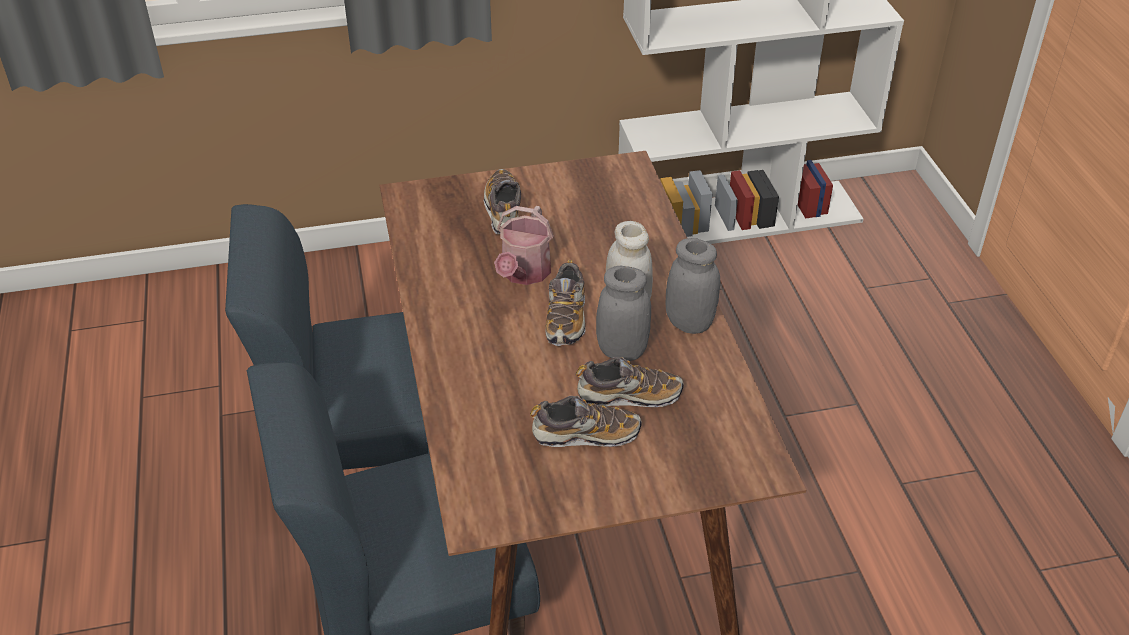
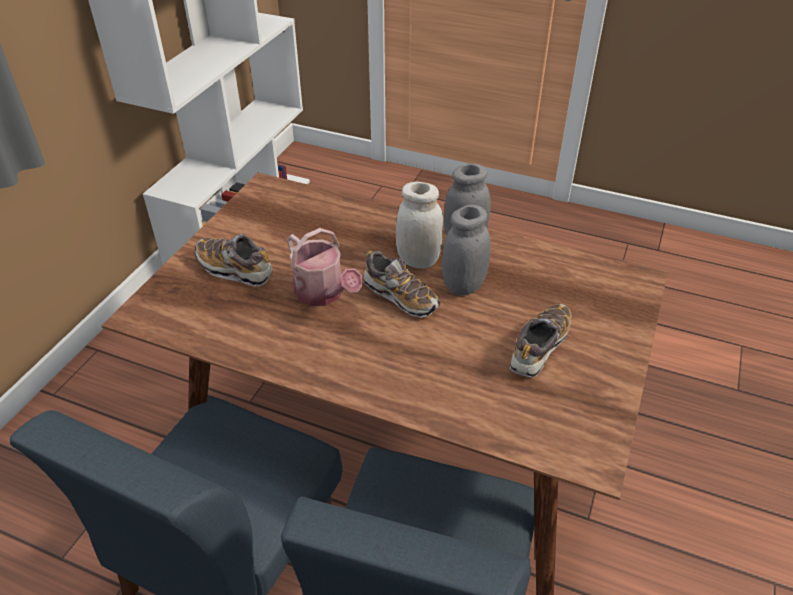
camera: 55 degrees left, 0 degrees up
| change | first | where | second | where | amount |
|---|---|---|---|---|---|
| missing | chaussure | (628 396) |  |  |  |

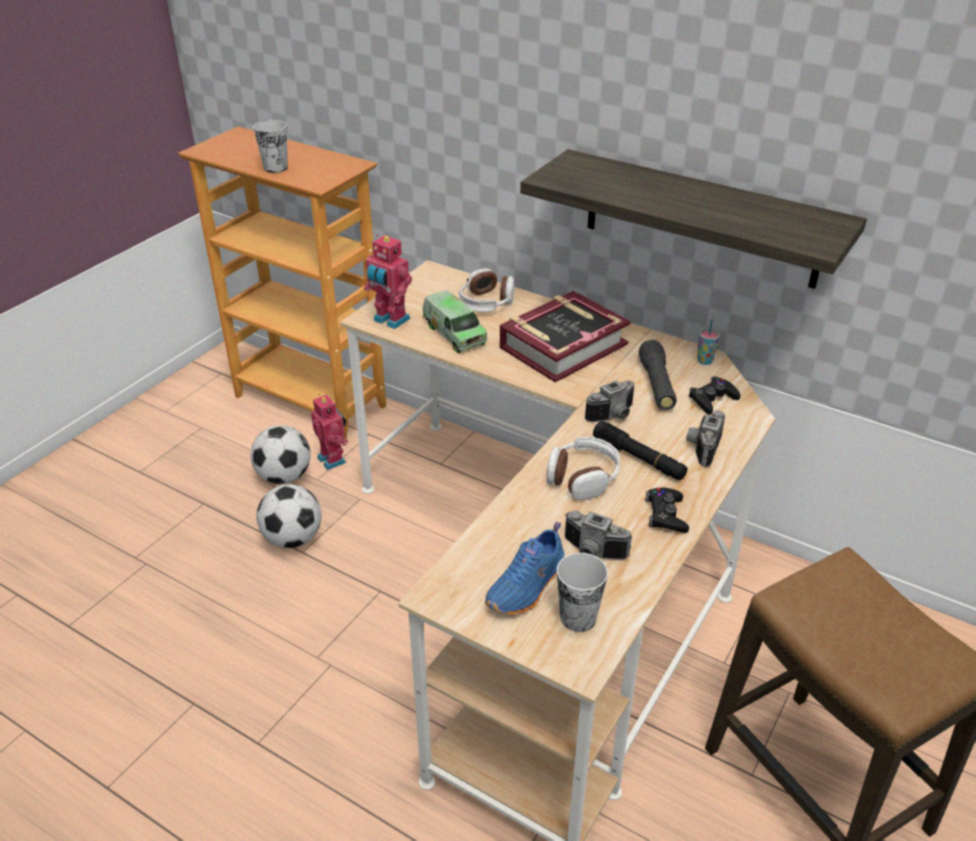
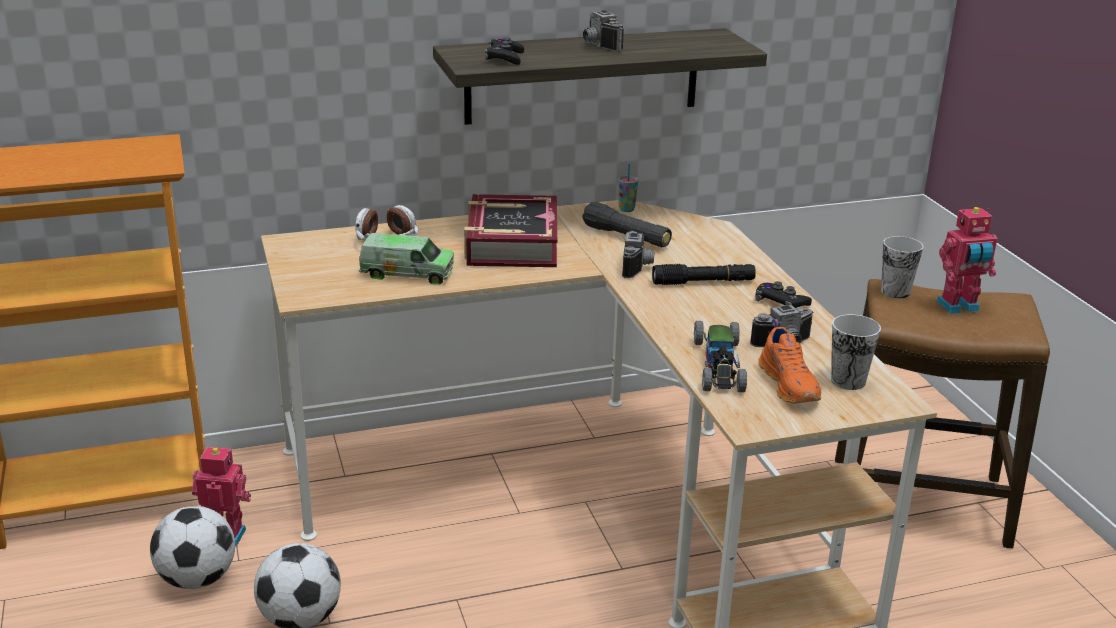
camera: 50 degrees left, 10 degrees down
| change | first | where | second | where | amount |
|---|---|---|---|---|---|
| missing | casque audio | (582 477) |  |  |  |
| appeared |  |  | petite voiture | (719 366) |  |
| relocated | tasse | (275 168) |  | (895 292) |  |
| relocated | robot jouet | (390 320) |  | (959 307) |  |
| relocated | appareil photo | (701 447) |  | (598 46) |  |
| relocated | manette (noir) | (712 399) |  | (504 58) |  |
| colour | chaussure (bleu) | (528 587) | chaussure (orange) | (790 385) |  |

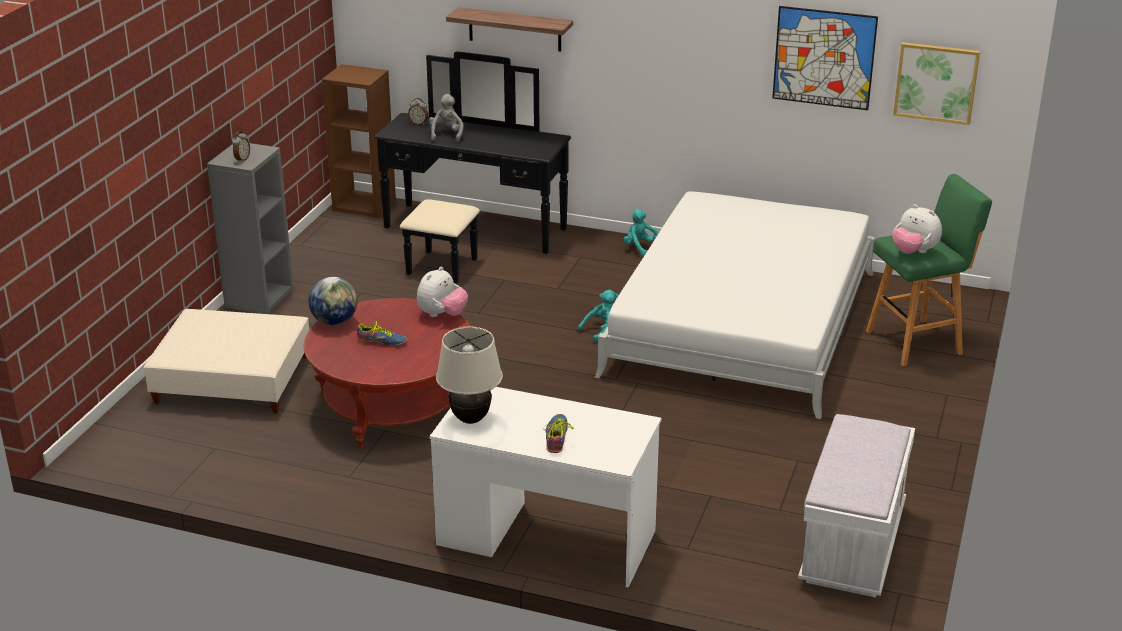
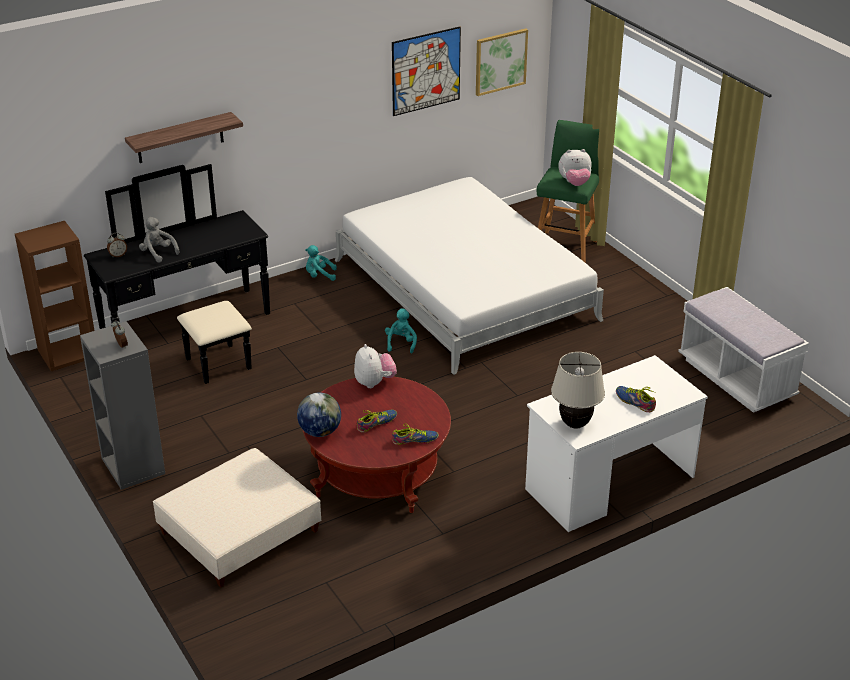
camera: 50 degrees left, 5 degrees up
| change | first | where | second | where | amount |
|---|---|---|---|---|---|
| appeared |  |  | chaussure | (414 440) |  |

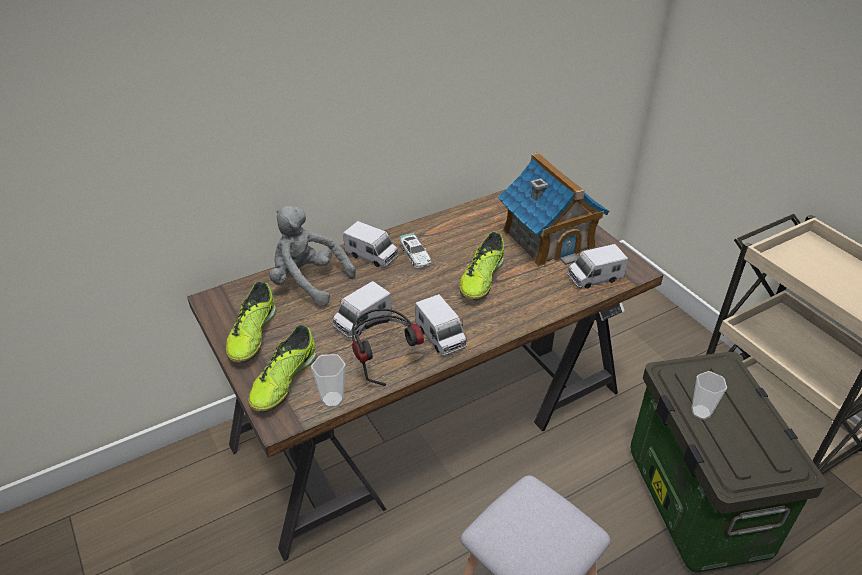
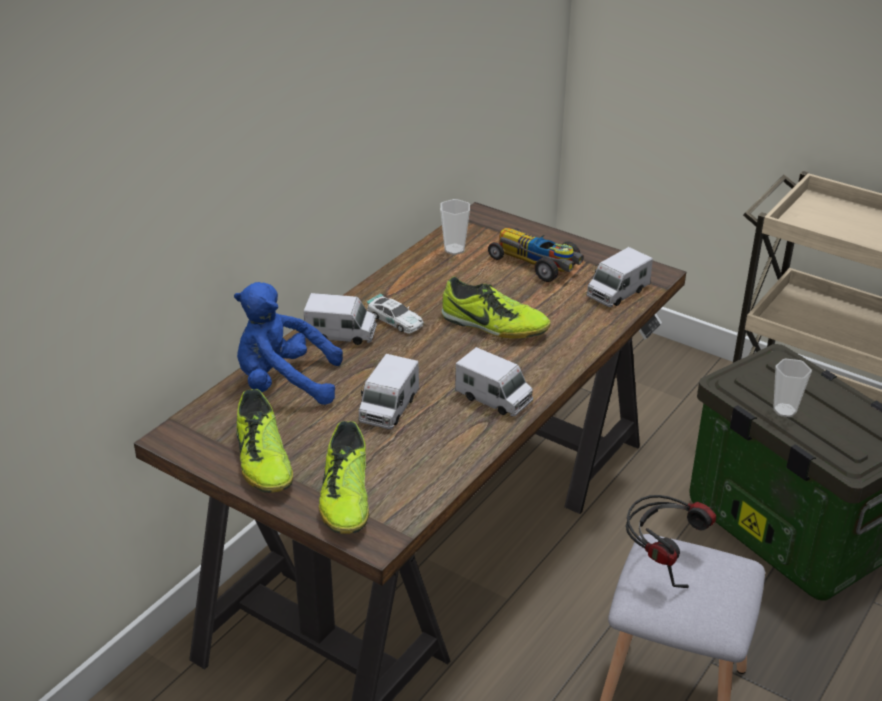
camera: 25 degrees left, 5 degrees down
| change | first | where | second | where | amount |
|---|---|---|---|---|---|
| relocated | tasse | (332 400) |  | (454 249) |  |
| relocated | casque audio | (384 361) |  | (662 561) |  |
| exchanged | maison miniature | (548 238) | petite voiture | (537 264) |  |
| colour | peluche (gris) | (308 282) | peluche (bleu) | (284 384) |  |
| spun | chaussure | (481 279) |  | (494 326) | 60 degrees counterclockwise |

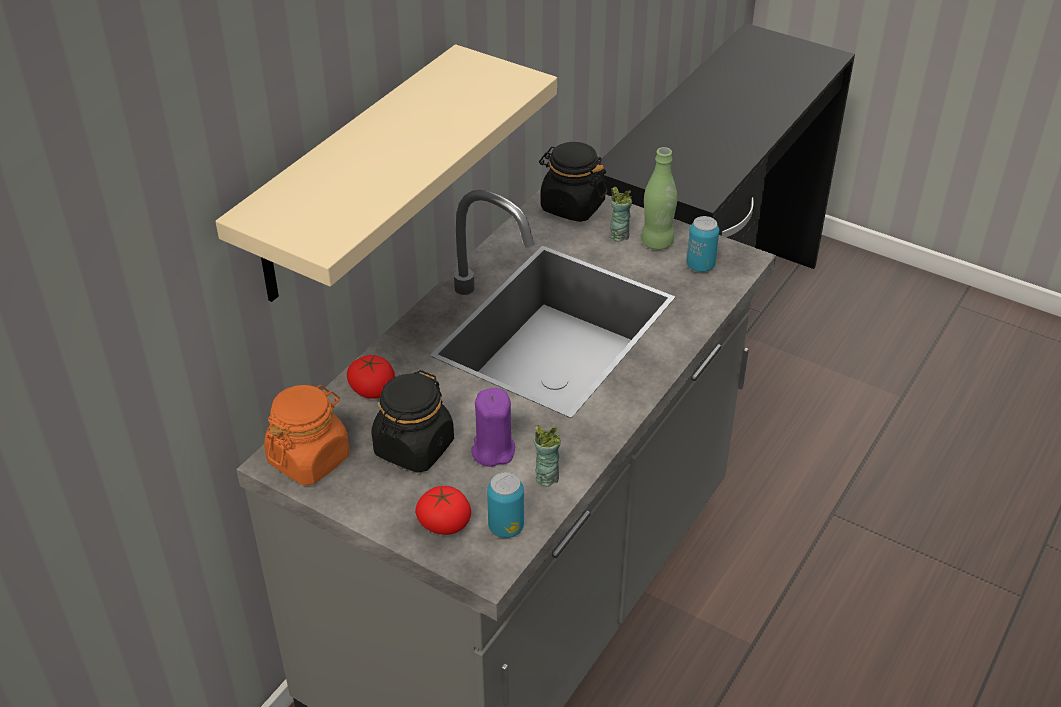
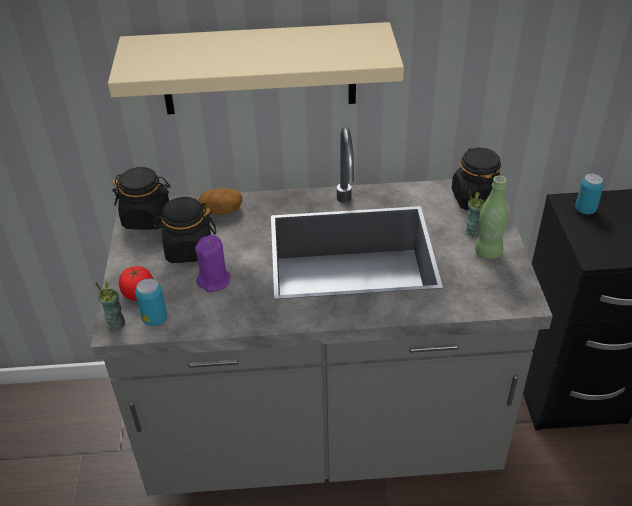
camera: 55 degrees right, 0 degrees up
| change | first | where | second | where | amount |
|---|---|---|---|---|---|
| relocated | tasse | (546 477) |  | (116 323) |  |
| relocated | boîte métallique | (700 266) |  | (585 209) |  |
| exchanged | tomate | (372 389) | pomme de terre | (221 210) |  |
| colour | bocal (orange) | (309 459) | bocal (noir) | (147 218) |  |

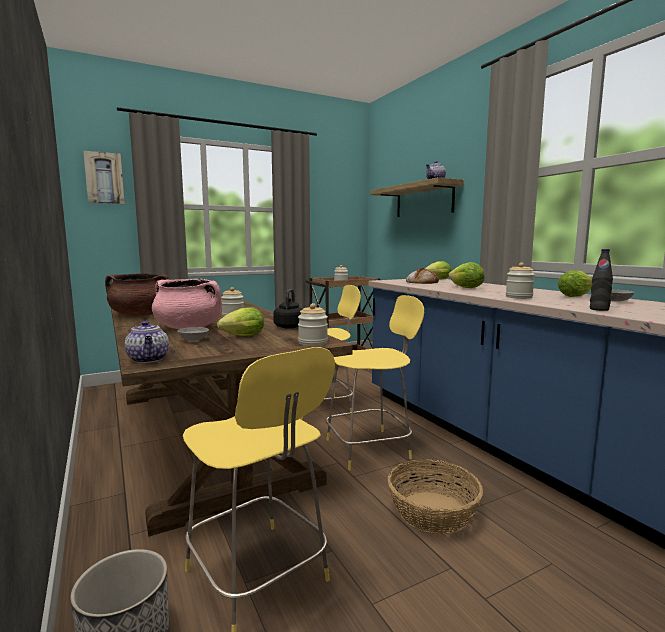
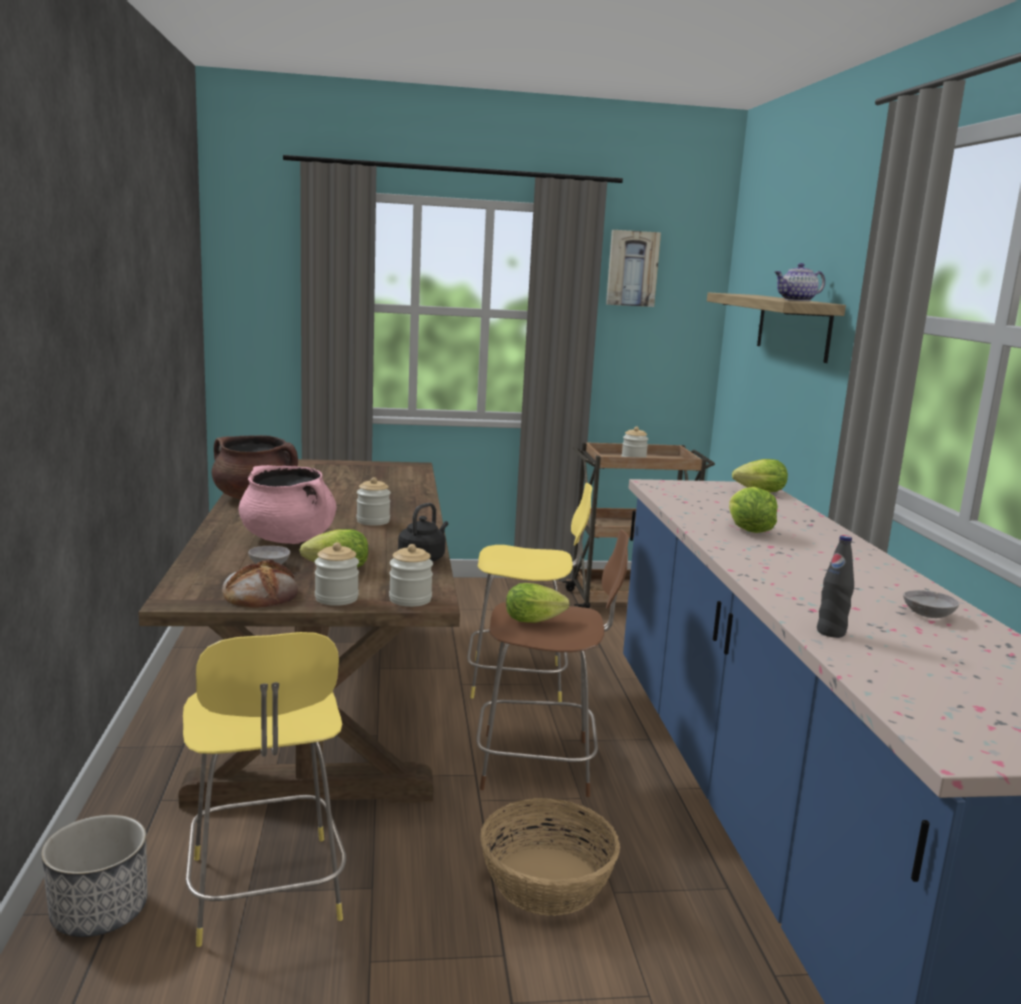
camera: 20 degrees right, 5 degrees up
| change | first | where | second | where | amount |
|---|---|---|---|---|---|
| missing | théière | (149 359) |  |  |  |
| relocated | tableau | (104 178) |  | (632 268) |  |
| relocated | pain | (421 282) |  | (261 594) |  |
| relocated | bocal | (519 297) |  | (336 598) |  |
| relocated | laitue | (576 296) |  | (537 621) |  |
| colour | tabouret (jaune) | (370 448) | tabouret (marron) | (541 765) |  |

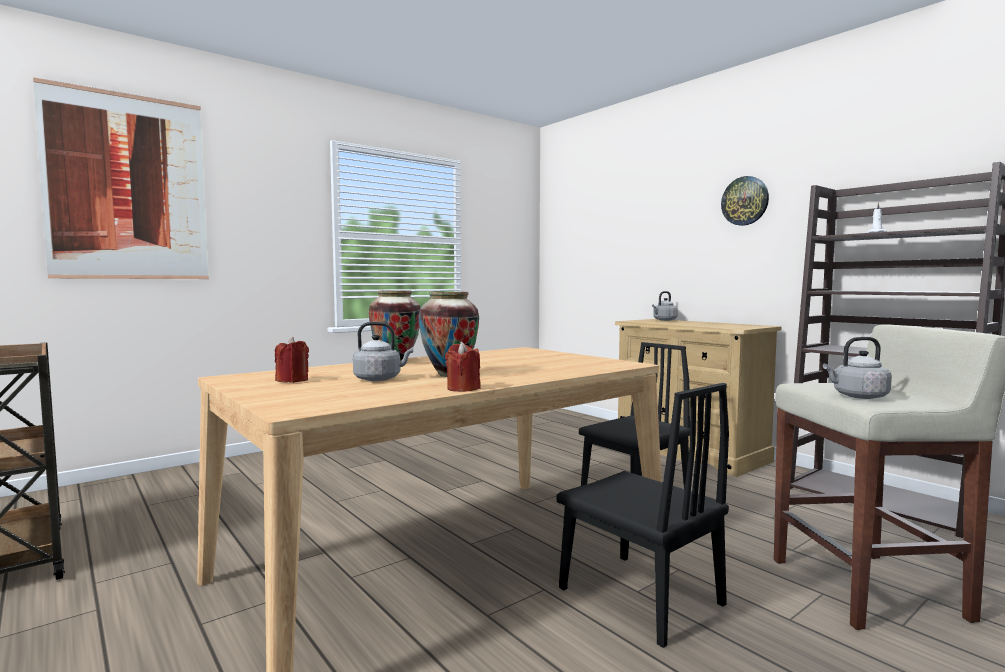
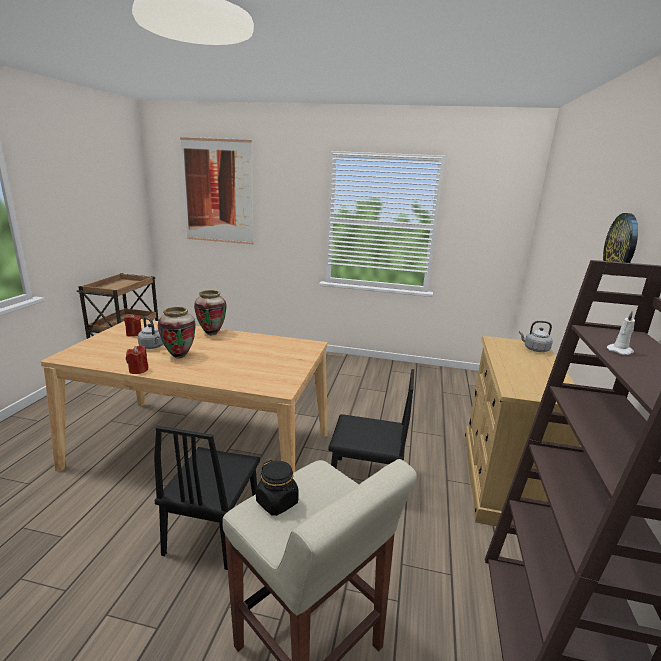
camera: 50 degrees right, 15 degrees up
| change | first | where | second | where | amount |
|---|---|---|---|---|---|
| exchanged | bouilloire (gris) | (857 396) | bocal (noir) | (277 502) |  |

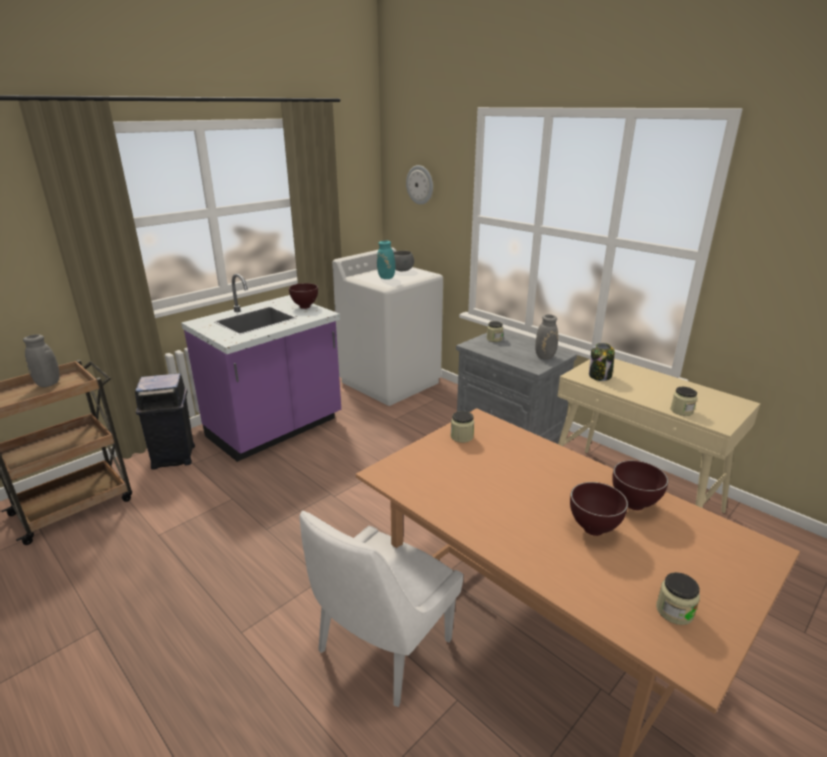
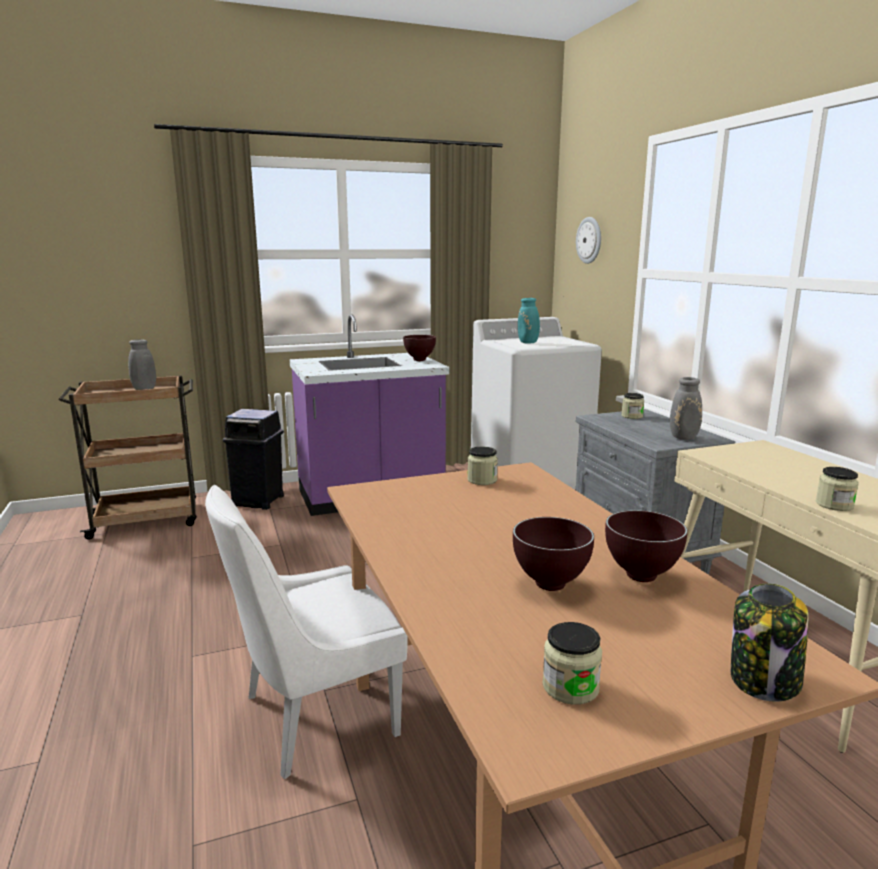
camera: 25 degrees right, 10 degrees down
| change | first | where | second | where | amount |
|---|---|---|---|---|---|
| missing | bol (gris) | (402 270) |  |  |  |
| relocated | bocal | (600 376) |  | (764 681) |  |

